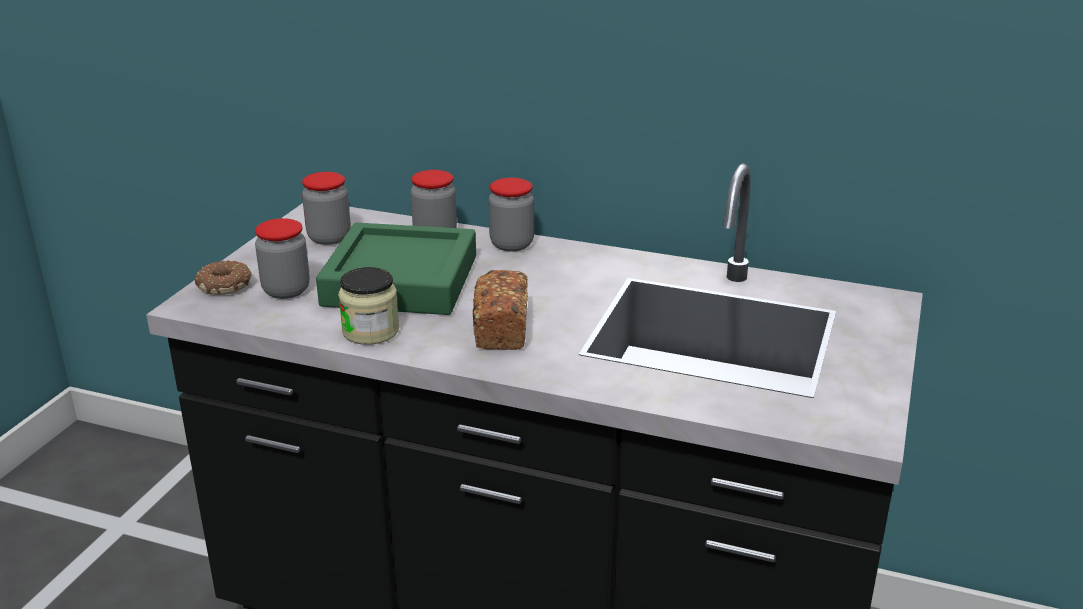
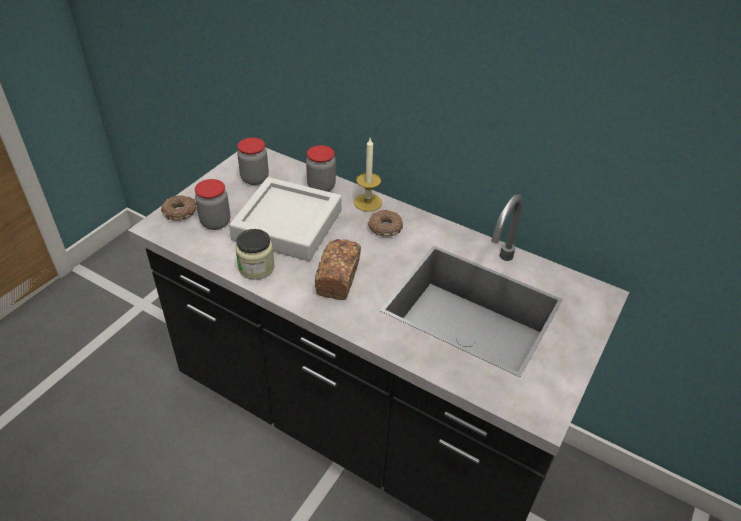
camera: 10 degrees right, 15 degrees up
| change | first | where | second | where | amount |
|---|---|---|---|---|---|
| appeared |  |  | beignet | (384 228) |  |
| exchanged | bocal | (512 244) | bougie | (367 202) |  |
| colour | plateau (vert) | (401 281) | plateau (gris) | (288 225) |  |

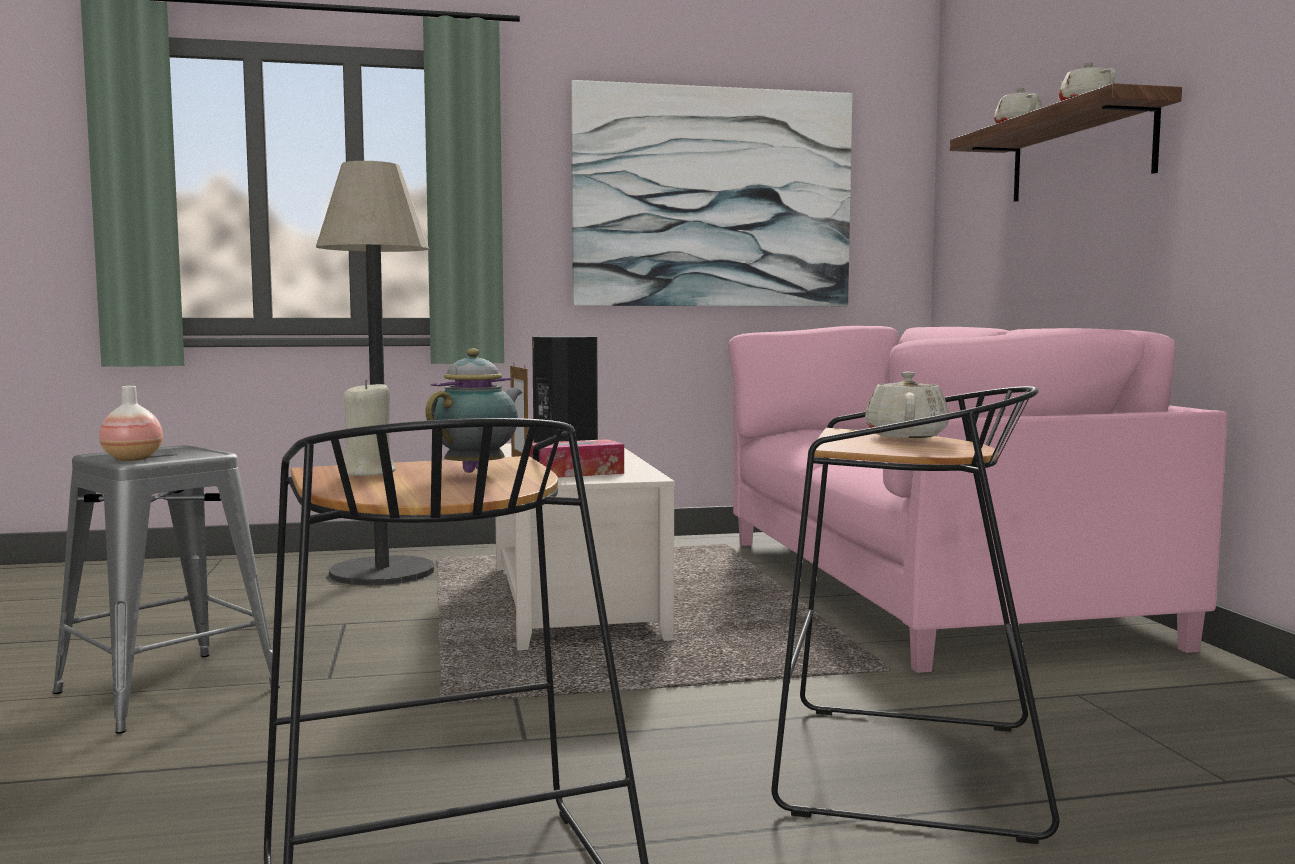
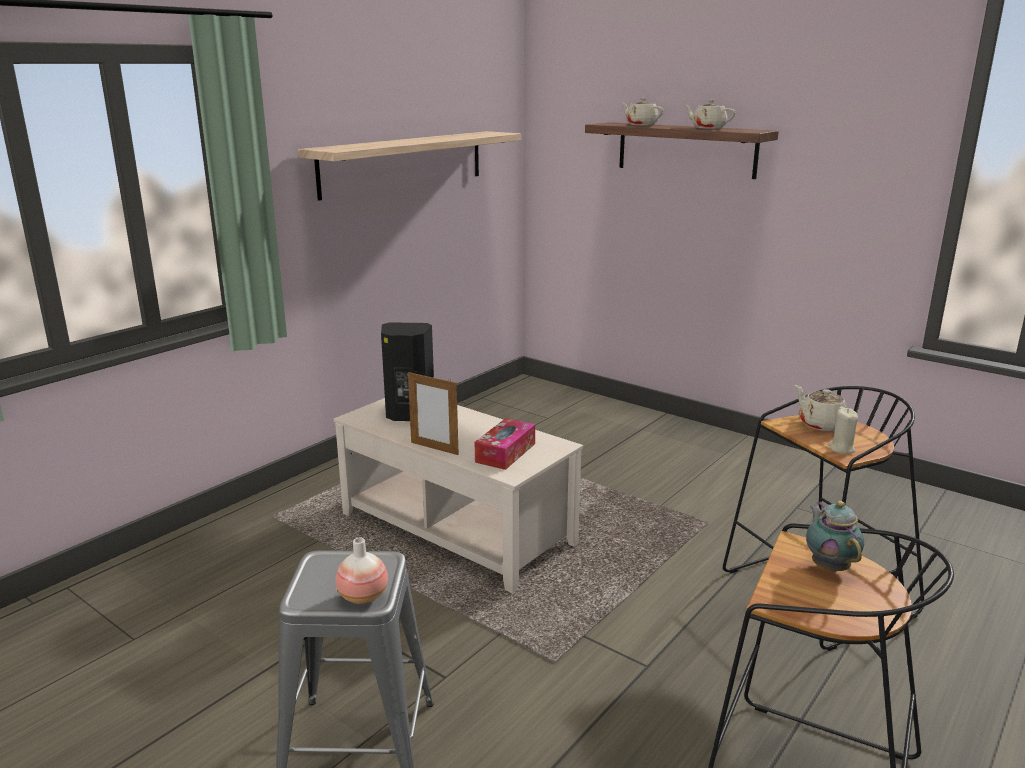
camera: 40 degrees left, 15 degrees up
| change | first | where | second | where | amount |
|---|---|---|---|---|---|
| missing | lampadaire | (382 572) |  |  |  |
| missing | canapé (rose) | (922 587) |  |  |  |
| relocated | bougie (beige) | (369 473) |  | (841 448) |  |
| exchanged | tableau | (713 198) | étagère | (404 163) |  |

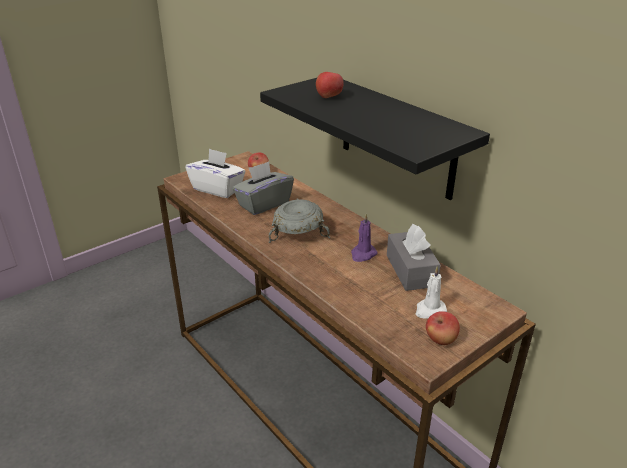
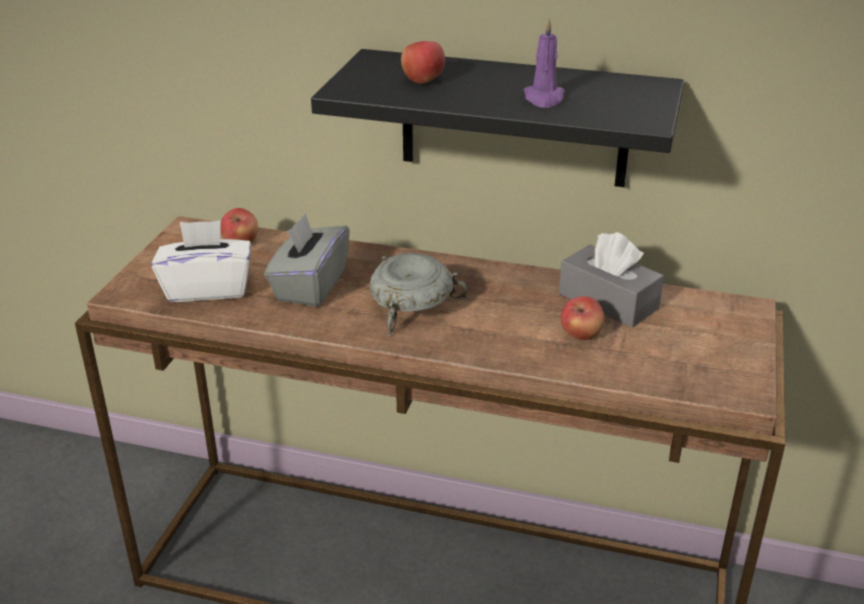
camera: 35 degrees left, 0 degrees up
| change | first | where | second | where | amount |
|---|---|---|---|---|---|
| missing | bougie (blanc) | (429 310) |  |  |  |
| relocated | bougie (violet) | (363 254) |  | (544 99) |  |
| relocated | pomme | (441 340) |  | (581 335) |  |

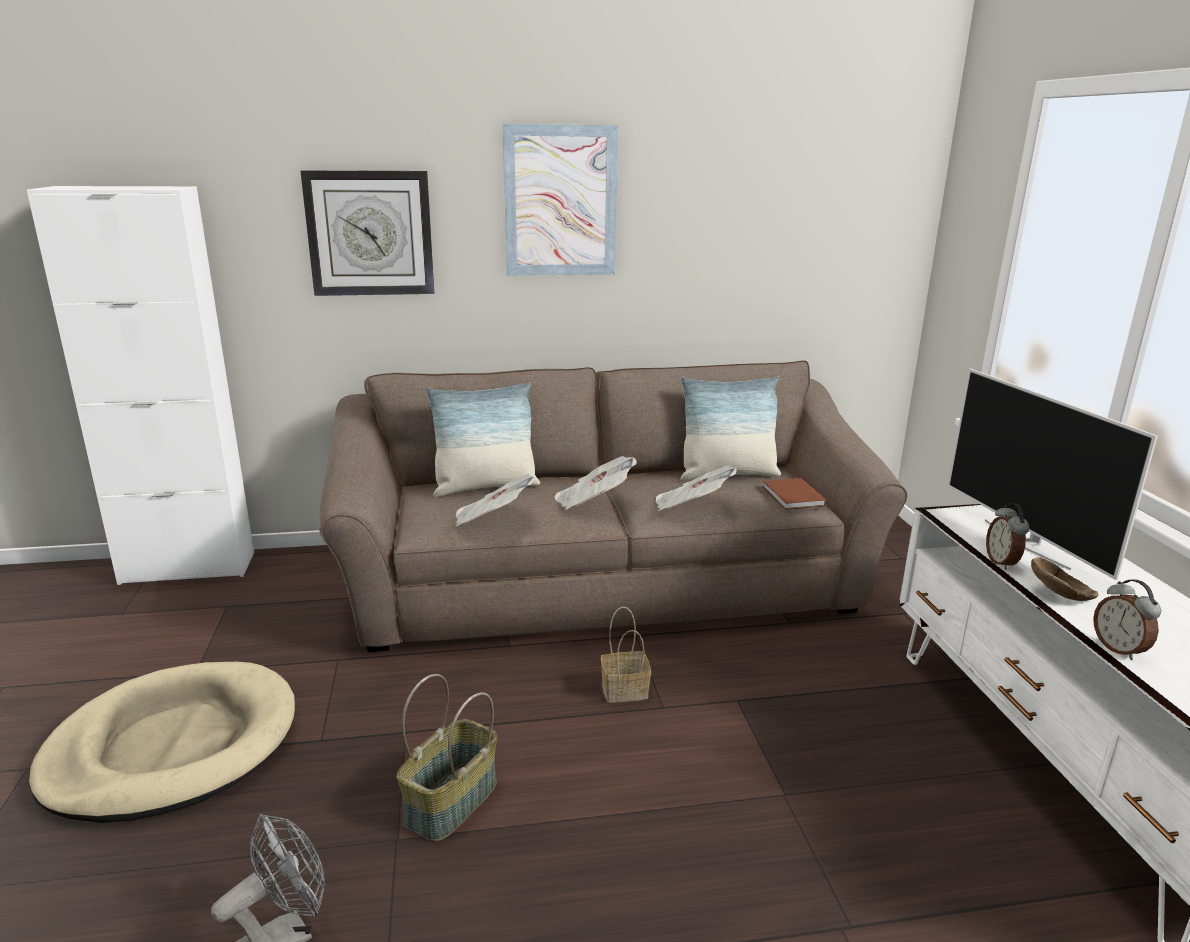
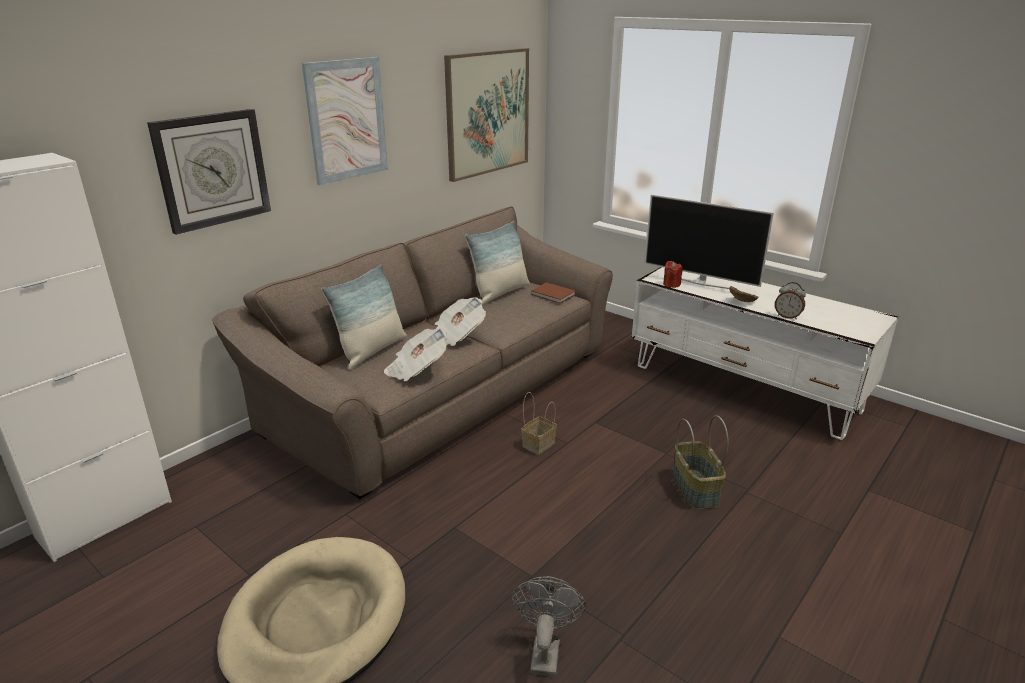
camera: 40 degrees left, 5 degrees up
| change | first | where | second | where | amount |
|---|---|---|---|---|---|
| missing | journal | (691 508) |  |  |  |
| missing | réveil | (1002 562) |  |  |  |
| appeared |  |  | tableau | (487 113) |  |
| appeared |  |  | bougie (rouge) | (671 284) |  |
| relocated | panier | (452 803) |  | (696 489) |  |

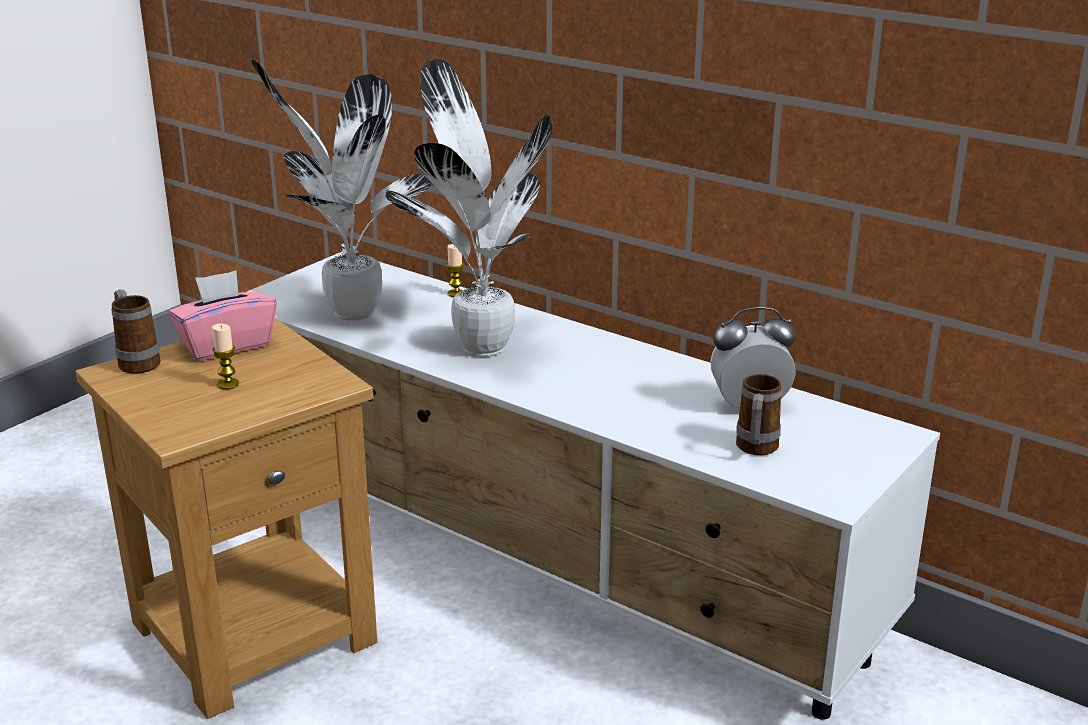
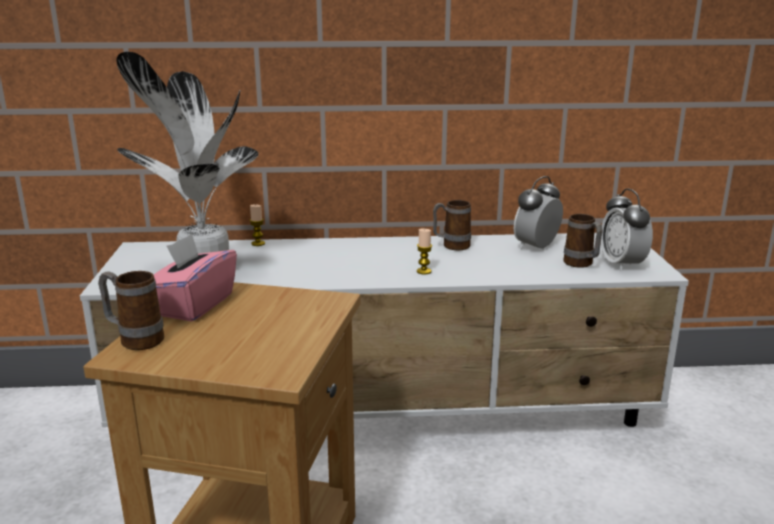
camera: 40 degrees left, 5 degrees down
| change | first | where | second | where | amount |
|---|---|---|---|---|---|
| missing | plante en pot | (481 345) |  |  |  |
| appeared |  |  | mug | (451 246) |  |
| appeared |  |  | réveil | (622 265) |  |
| relocated | bougie | (228 384) |  | (424 271) |  |

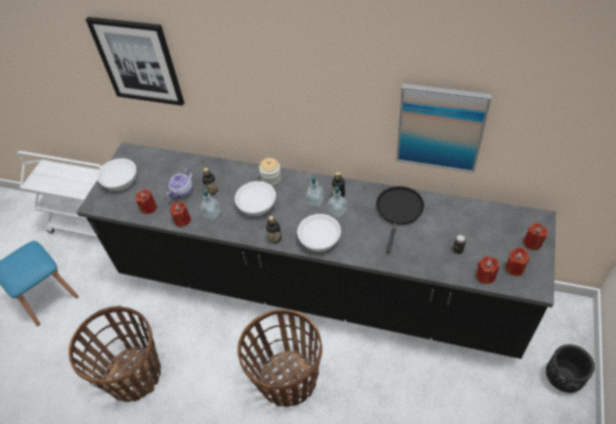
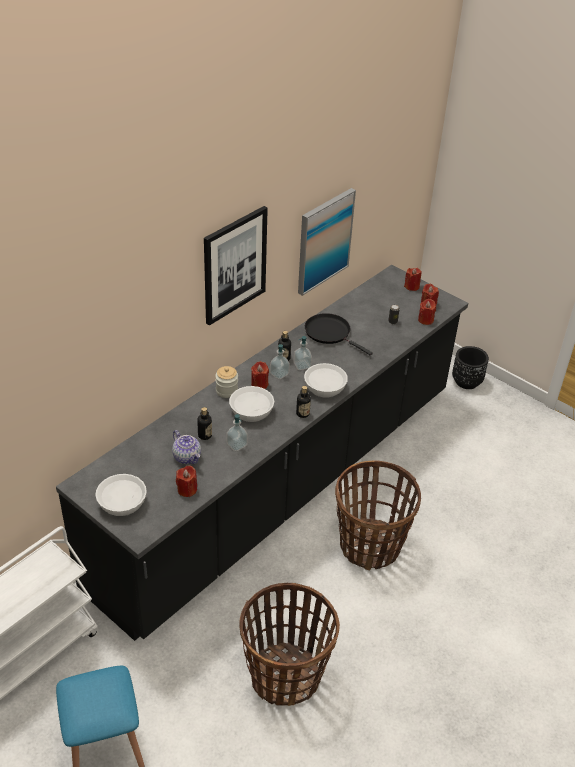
camera: 70 degrees left, 10 degrees down
| change | first | where | second | where | amount |
|---|---|---|---|---|---|
| relocated | tableau | (138 61) |  | (234 265) |  |
| relocated | bougie (rouge) | (182 220) |  | (259 384) |  |

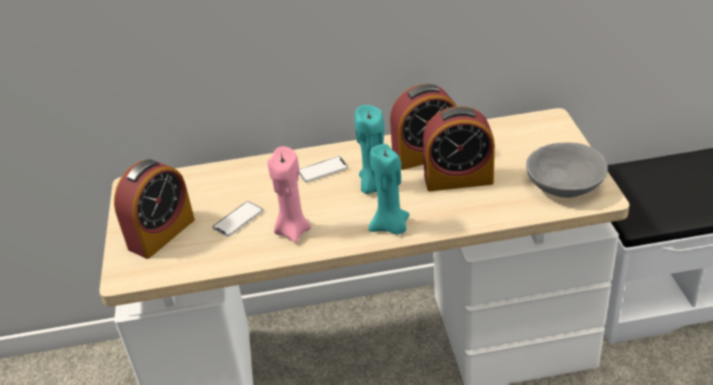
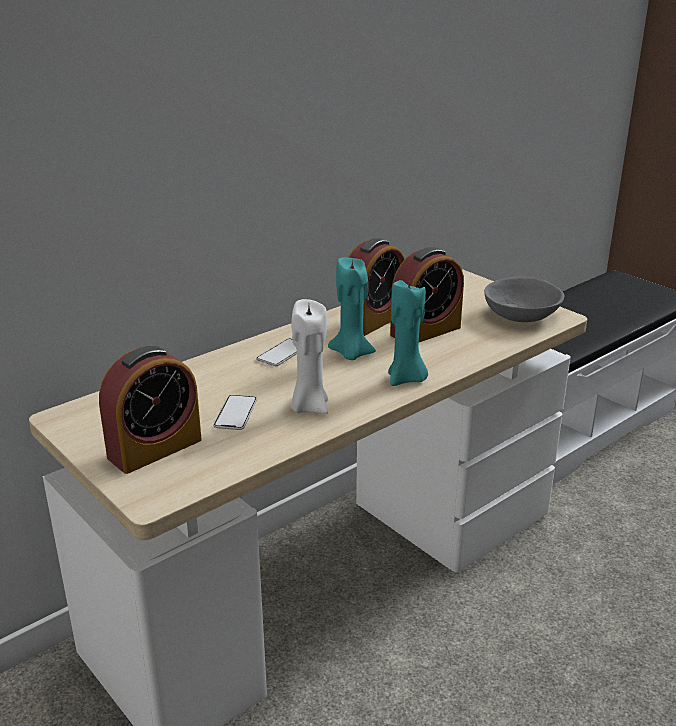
camera: 35 degrees left, 10 degrees down
| change | first | where | second | where | amount |
|---|---|---|---|---|---|
| colour | bougie (rose) | (292 231) | bougie (blanc) | (309 407) |  |
| spun | réveil | (161 234) |  | (155 448) | 45 degrees clockwise |

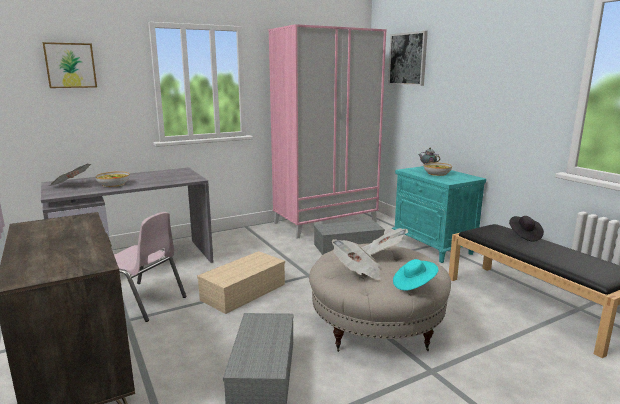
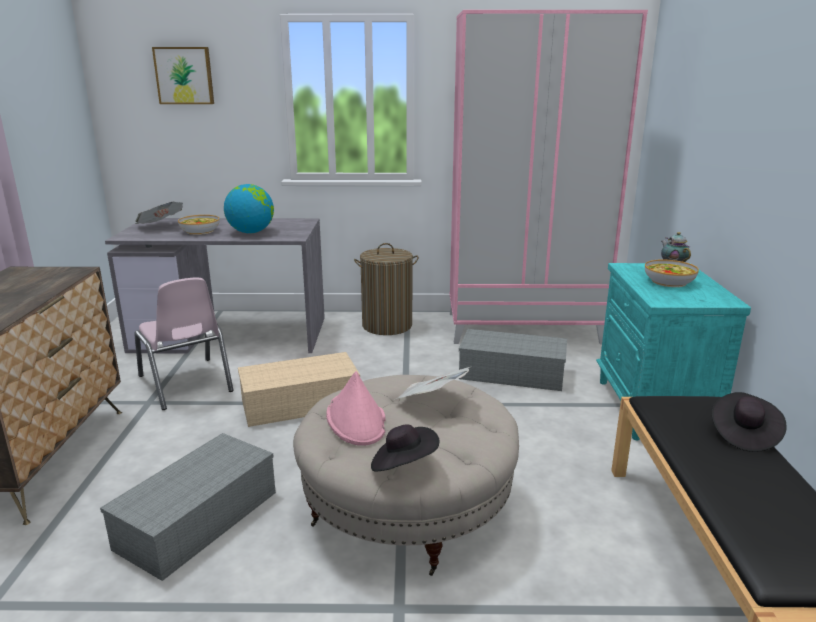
camera: 30 degrees right, 5 degrees up
| change | first | where | second | where | amount |
|---|---|---|---|---|---|
| missing | tableau | (408 59) |  |  |  |
| appeared |  |  | globe | (251 232) |  |
| appeared |  |  | panier à linge | (387 325) |  |
| exchanged | journal | (357 272) | chapeau (rose) | (356 420) |  |
| colour | chapeau (turquoise) | (414 285) | chapeau (noir) | (403 465) |  |

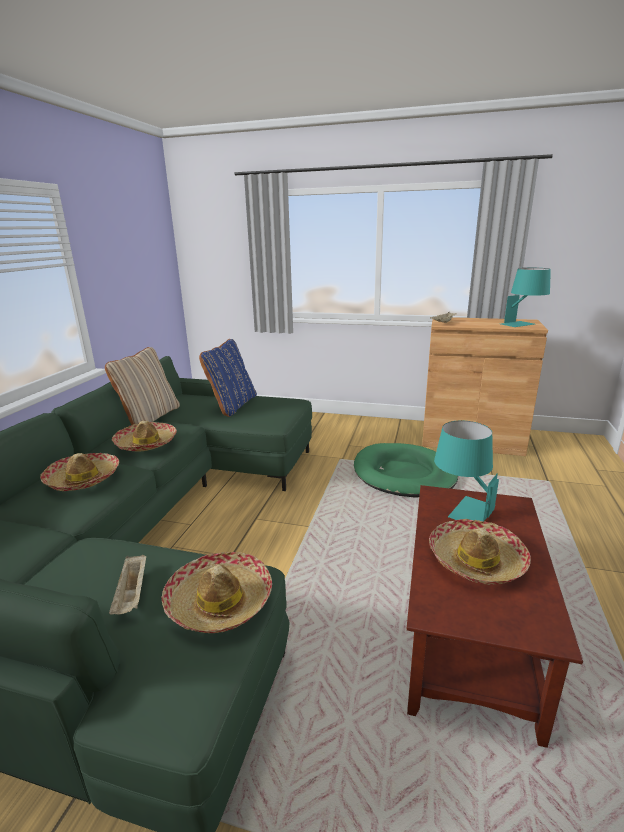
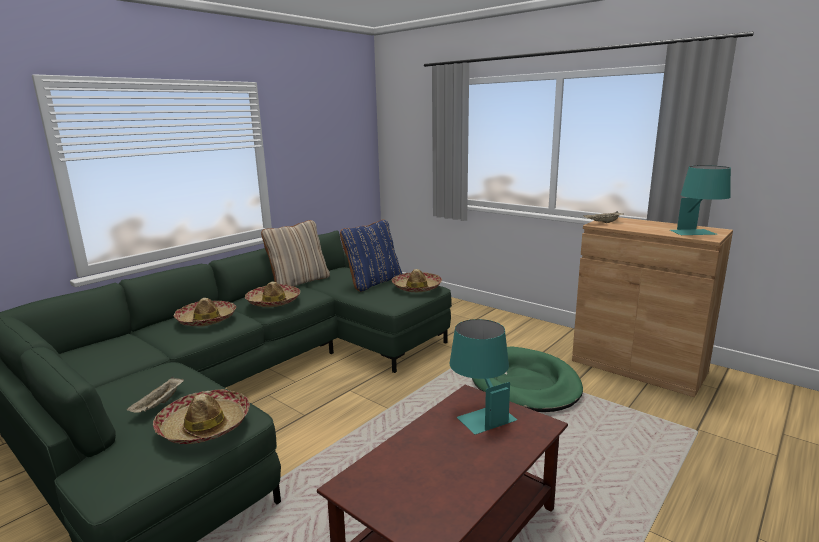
camera: 25 degrees right, 5 degrees down
| change | first | where | second | where | amount |
|---|---|---|---|---|---|
| relocated | chapeau | (476 560) |  | (416 287) |  |

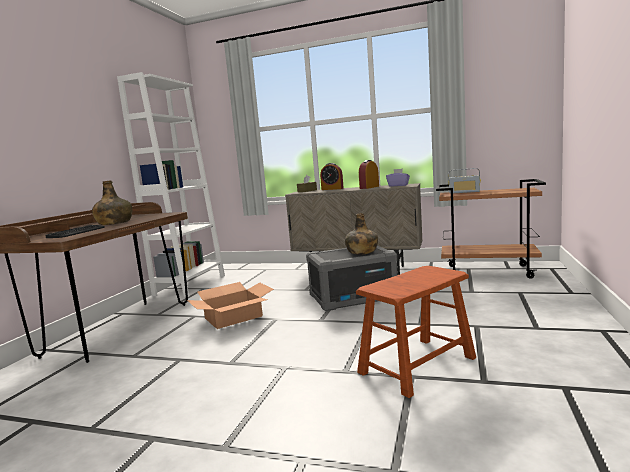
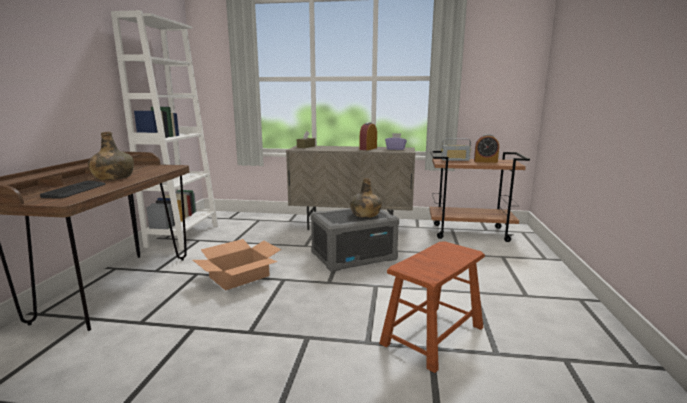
camera: 10 degrees left, 5 degrees up
| change | first | where | second | where | amount |
|---|---|---|---|---|---|
| relocated | réveil | (332 189) |  | (485 161) |  |

